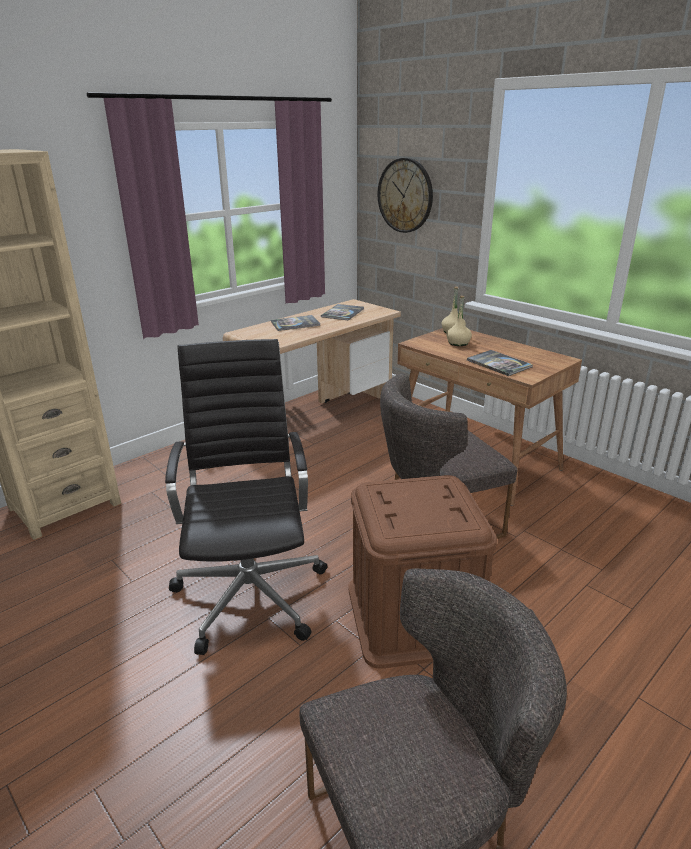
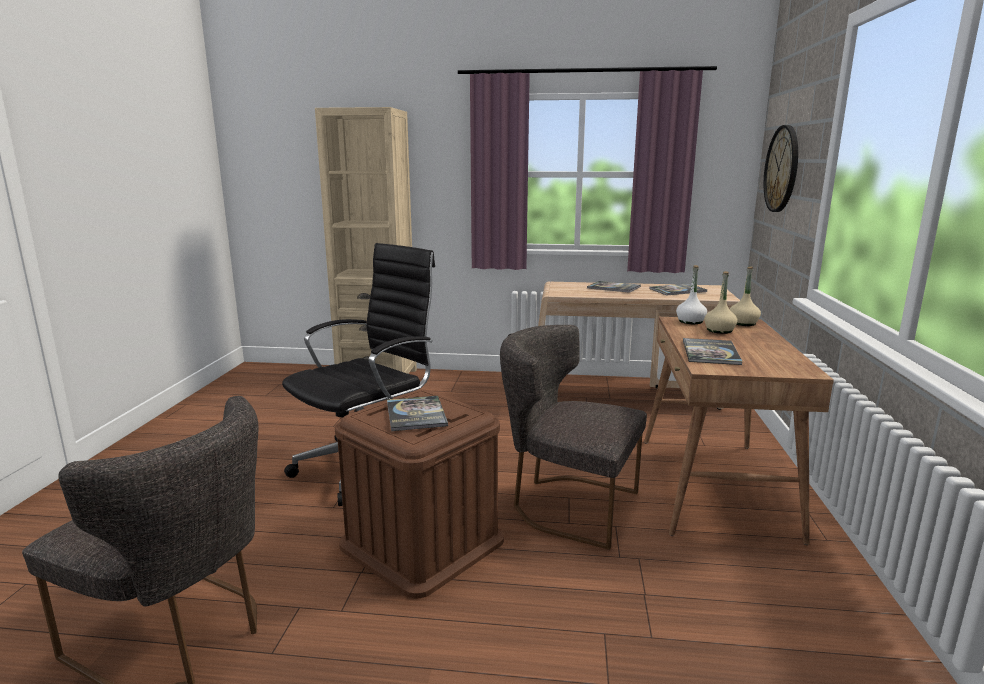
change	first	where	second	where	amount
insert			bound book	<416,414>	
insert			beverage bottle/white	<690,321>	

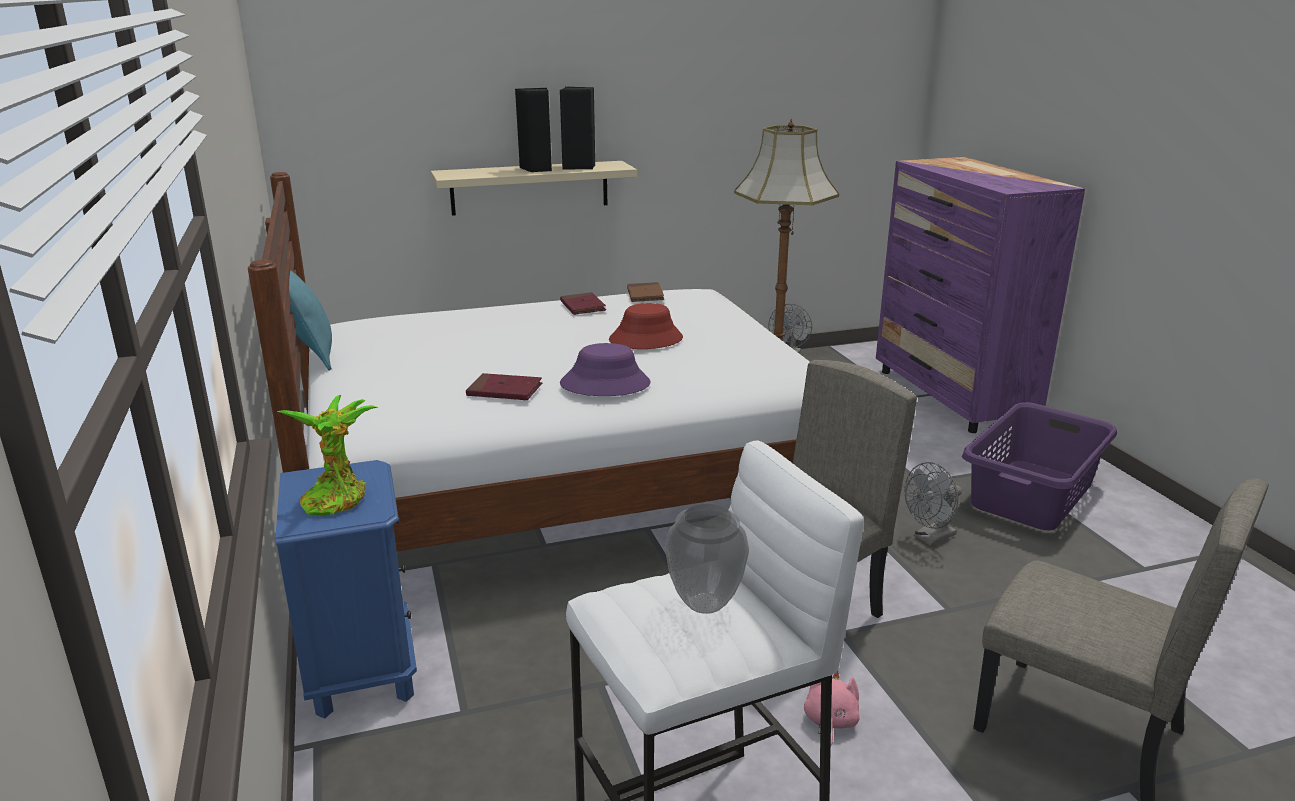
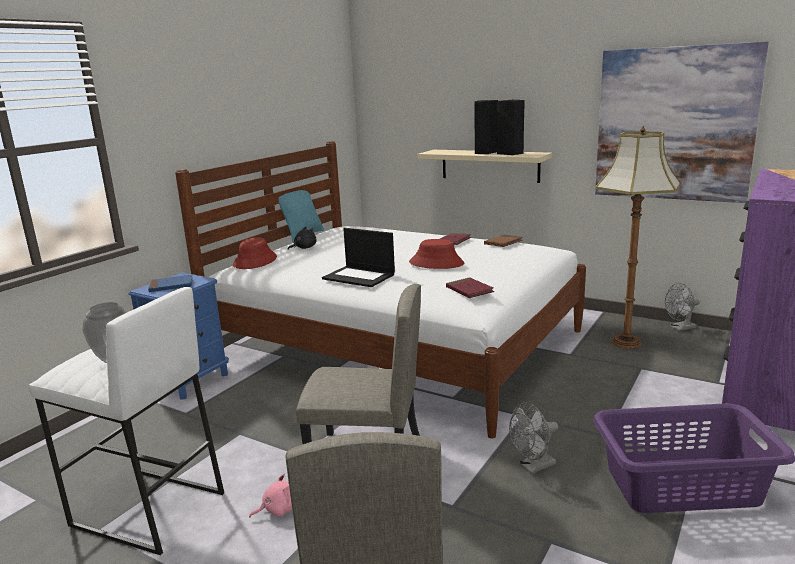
change	first	where	second	where	amount
insert			wearable hat/red	<255,261>	
insert			cuddly toy/black-coloured	<304,248>	
insert			wall picture	<674,124>	
move	bound book/red	<504,391>		<469,290>	
replace	houseplant	<336,498>	bound book/bluish	<171,286>	
replace	wearable hat/purplish	<605,384>	laptop	<360,276>	
rotate	electric fan/grey	<930,538>		<533,467>	45 degrees counterclockwise

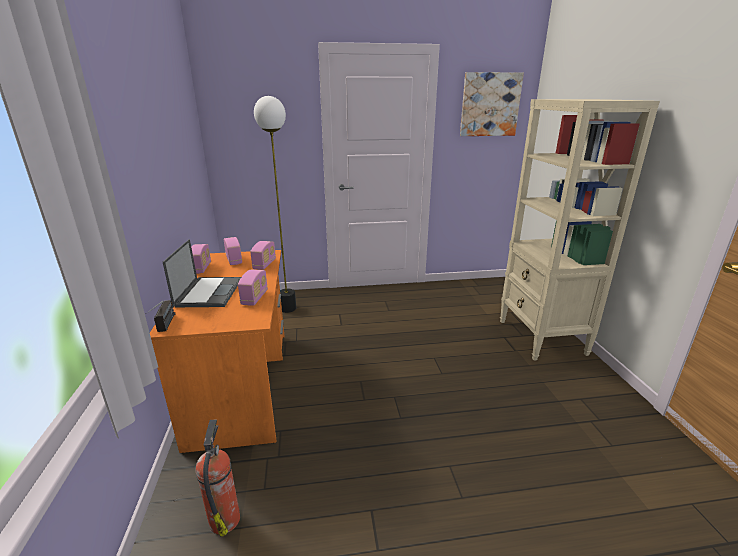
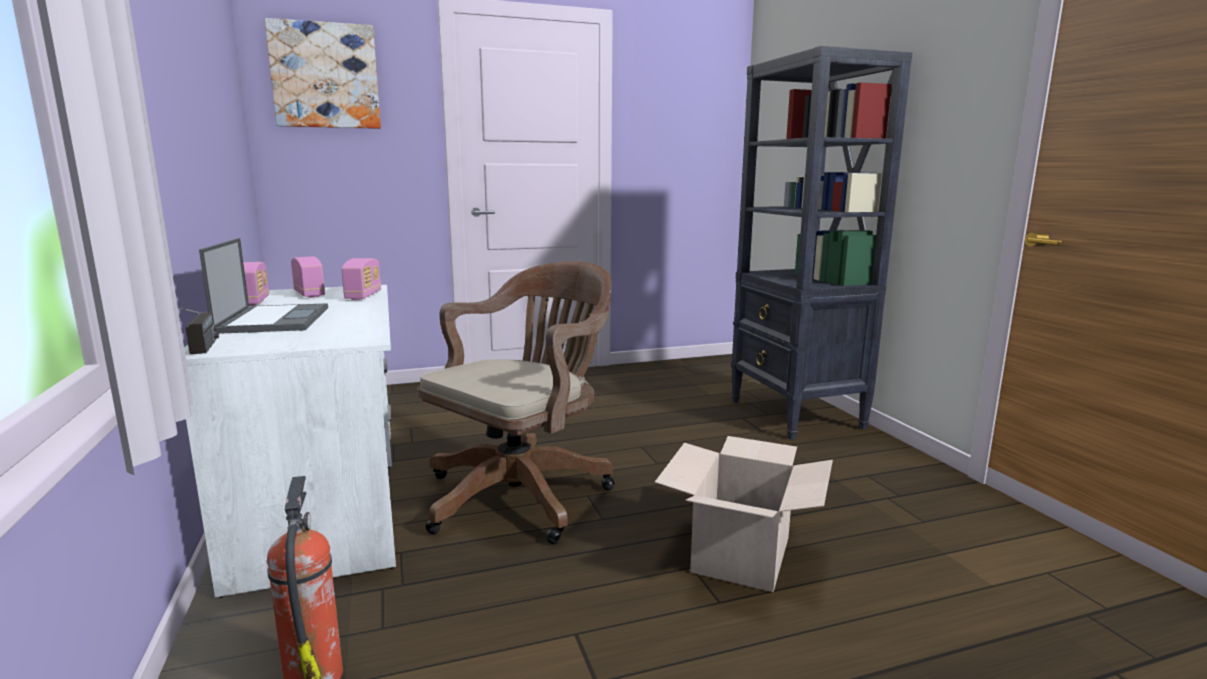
change	first	where	second	where	amount
delete	radio receiver	<255,298>			
delete	standing lamp	<288,308>			
insert			office chair/brownish	<524,493>	
insert			cardboard box	<742,555>	
move	wall picture	<490,105>		<325,76>	
recolor	desk unit/orange	<242,383>	desk unit/white	<324,500>	
recolor	bookshelf/beige	<541,337>	bookshelf/black-coloured	<796,415>	

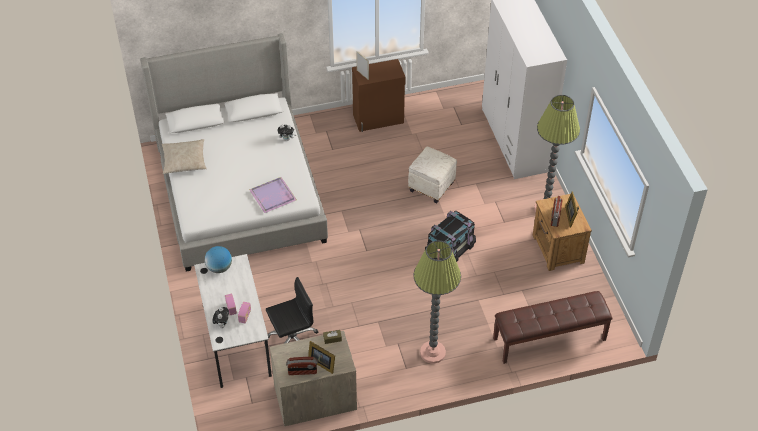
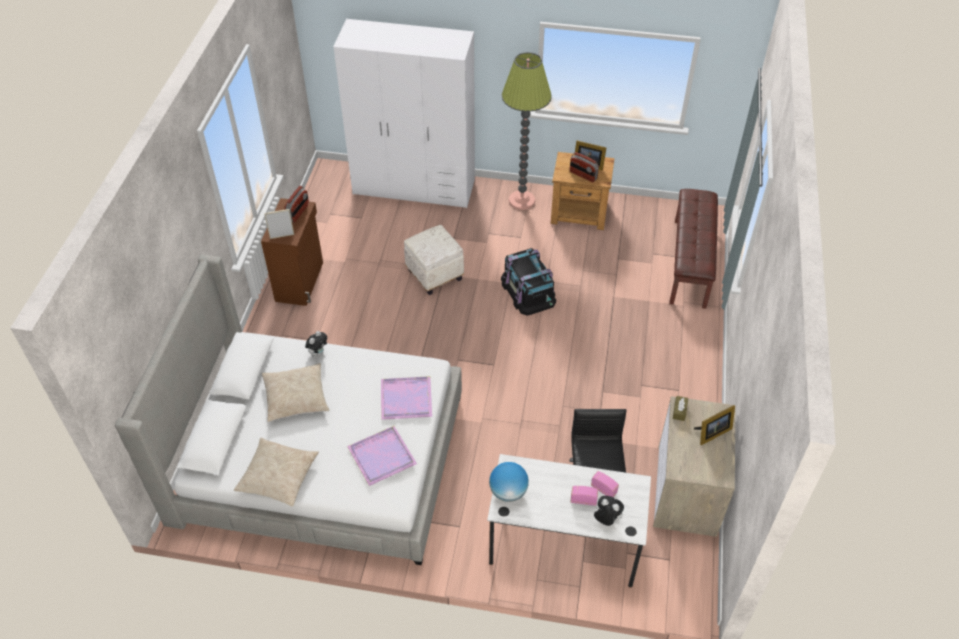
change	first	where	second	where	amount
delete	standing lamp	<432,352>			
insert			pillow/beige	<296,397>	
insert			serving tray/purplish	<382,455>	
move	radio receiver	<302,371>		<298,212>	

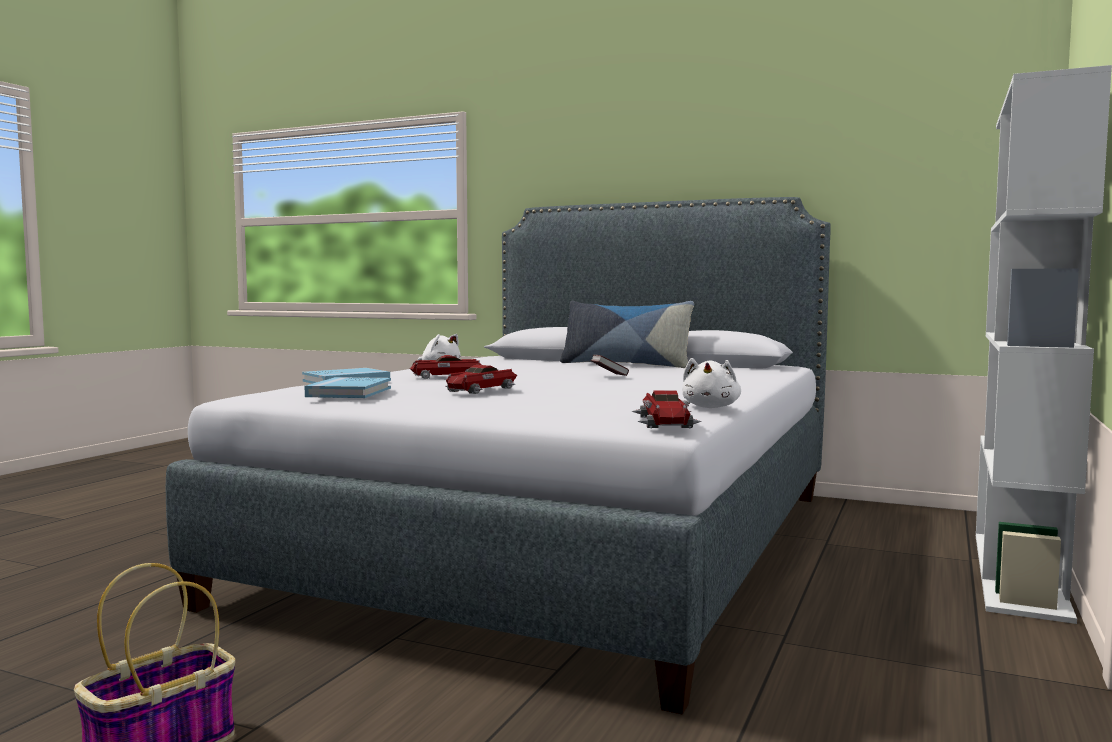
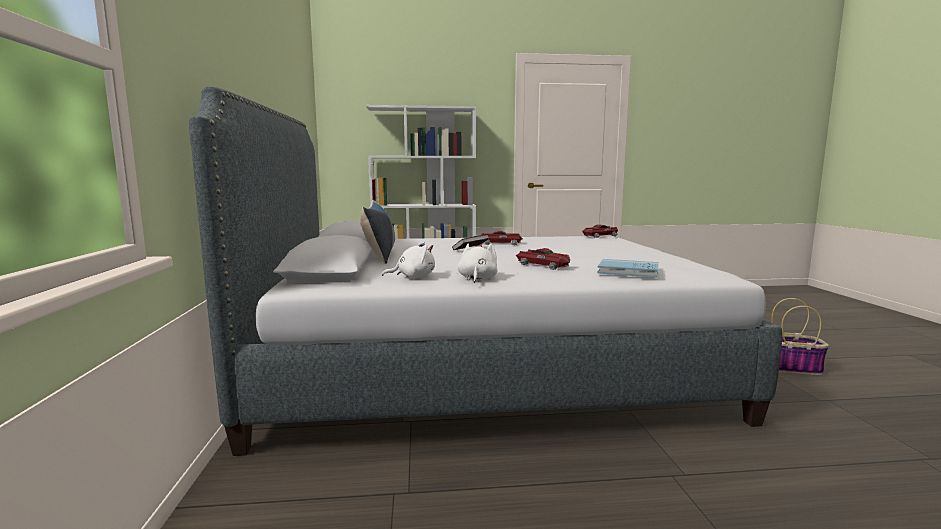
change	first	where	second	where	amount
delete	bound book/bluish	<349,392>			
move	model car	<481,390>		<500,243>	
move	cuddly toy/white	<711,407>		<413,277>	

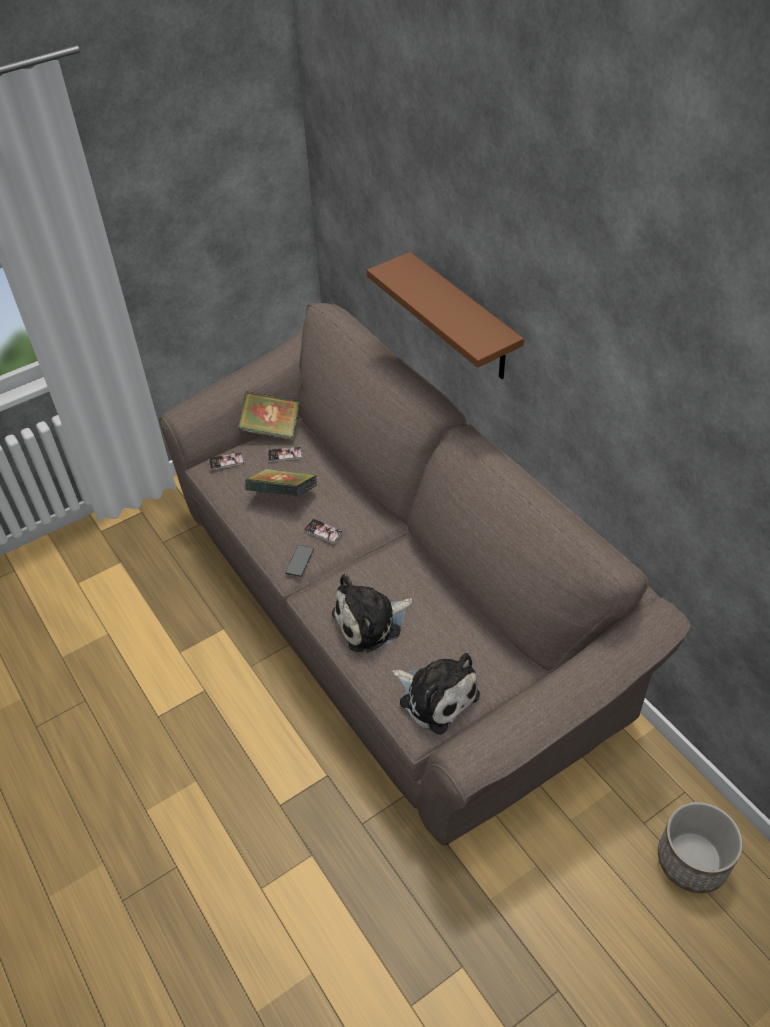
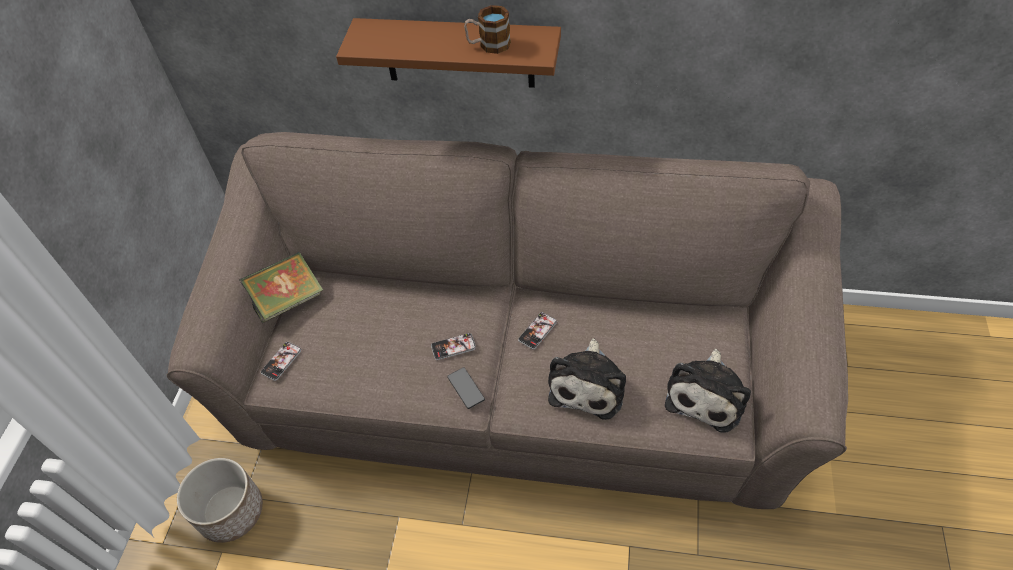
change	first	where	second	where	amount
delete	bound book	<283,496>			
insert			coffee mug	<488,45>	
move	handset	<285,455>		<537,331>	
move	flower pot	<691,861>		<231,512>	
rotate	cuddly toy	<436,696>		<707,394>	120 degrees clockwise

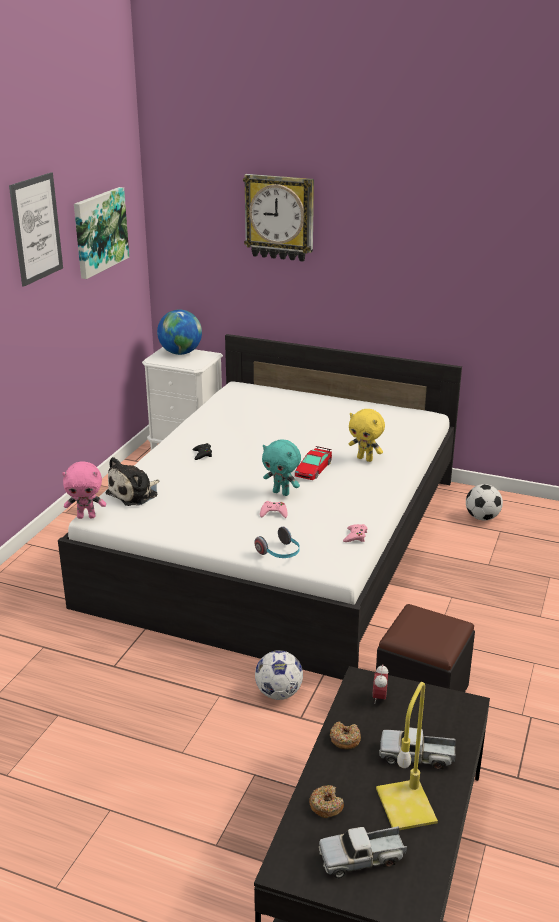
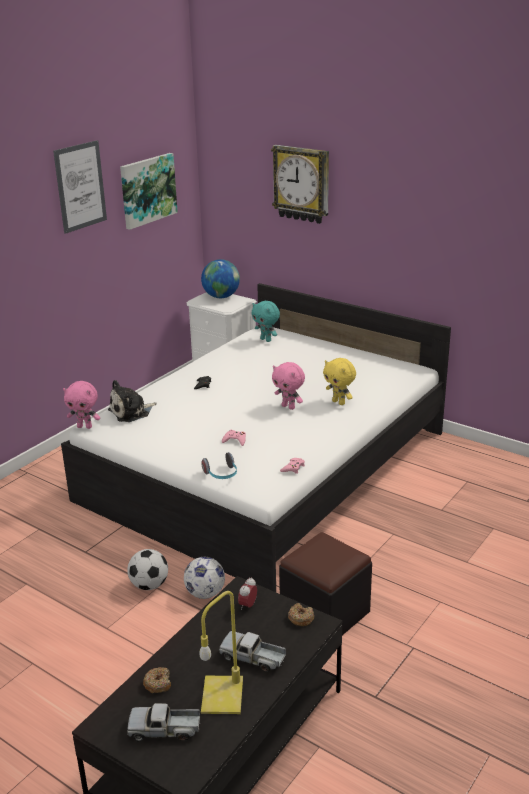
change	first	where	second	where	amount
move	cuddly toy/turquoise	<281,493>		<266,340>	
move	donut	<344,739>		<301,618>	
move	football	<482,517>		<149,585>	
replace	model car	<313,469>	cuddly toy/pink-coloured	<289,407>	

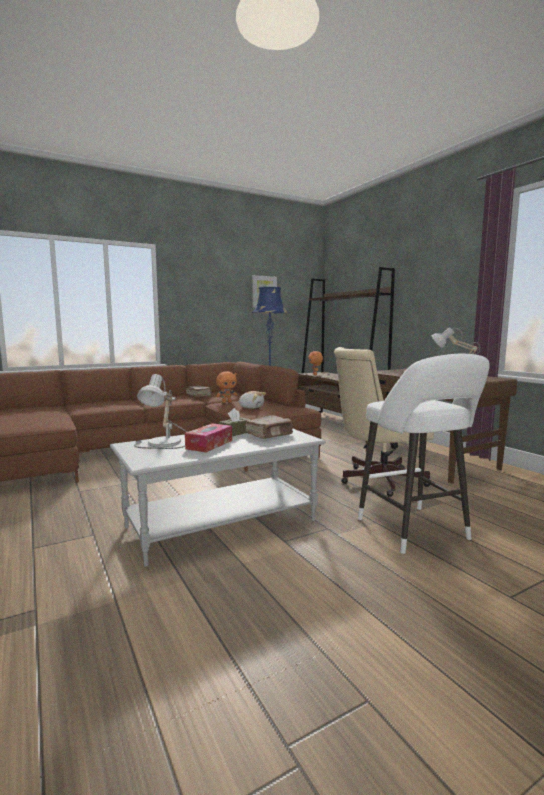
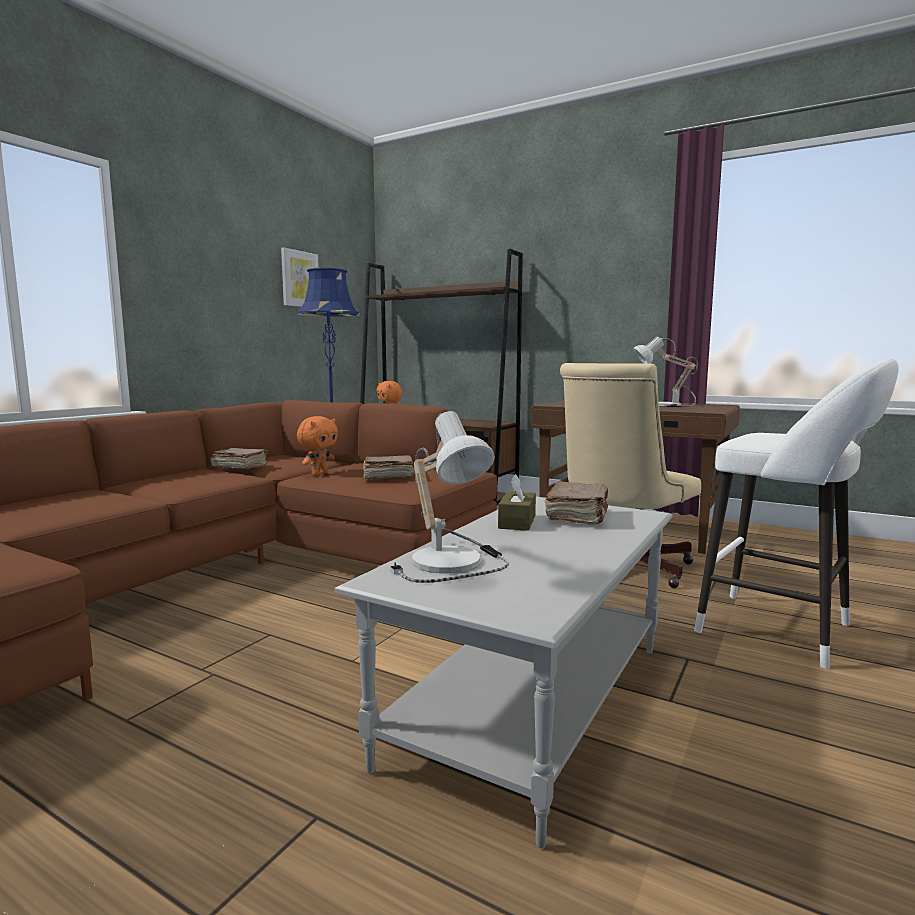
change	first	where	second	where	amount
delete	tissue holder	<209,444>			
replace	cuddly toy	<251,407>	bound book/brownish	<387,477>	

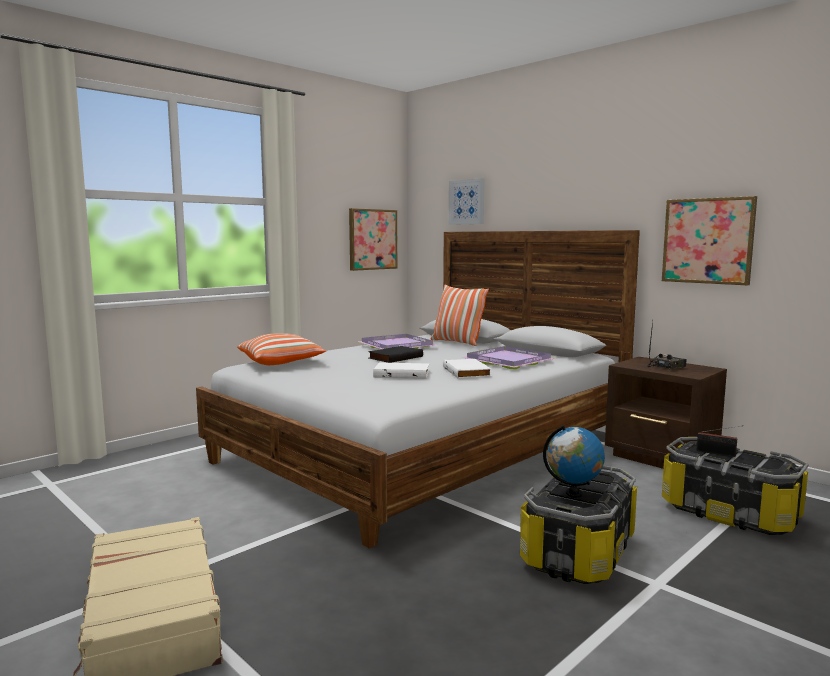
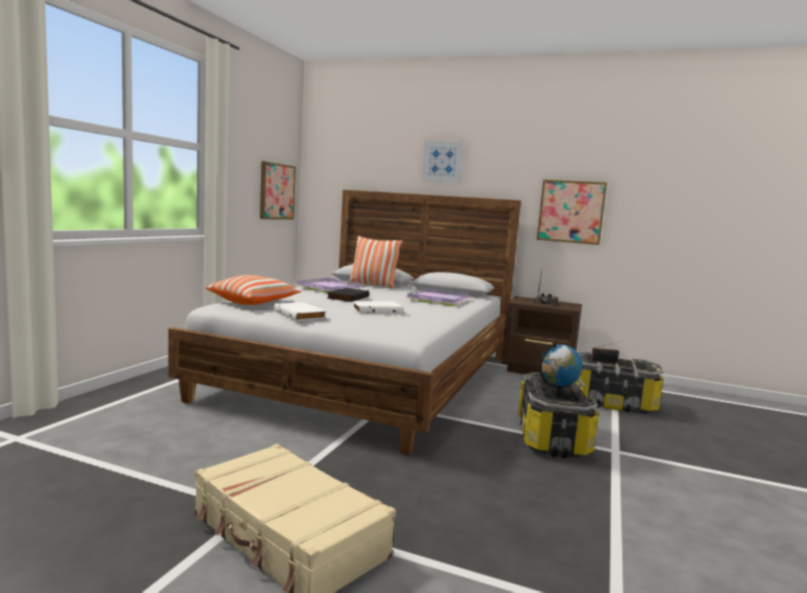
change	first	where	second	where	amount
move	bound book/white	<467,372>		<301,314>	
move	wall picture	<467,202>		<443,161>	

